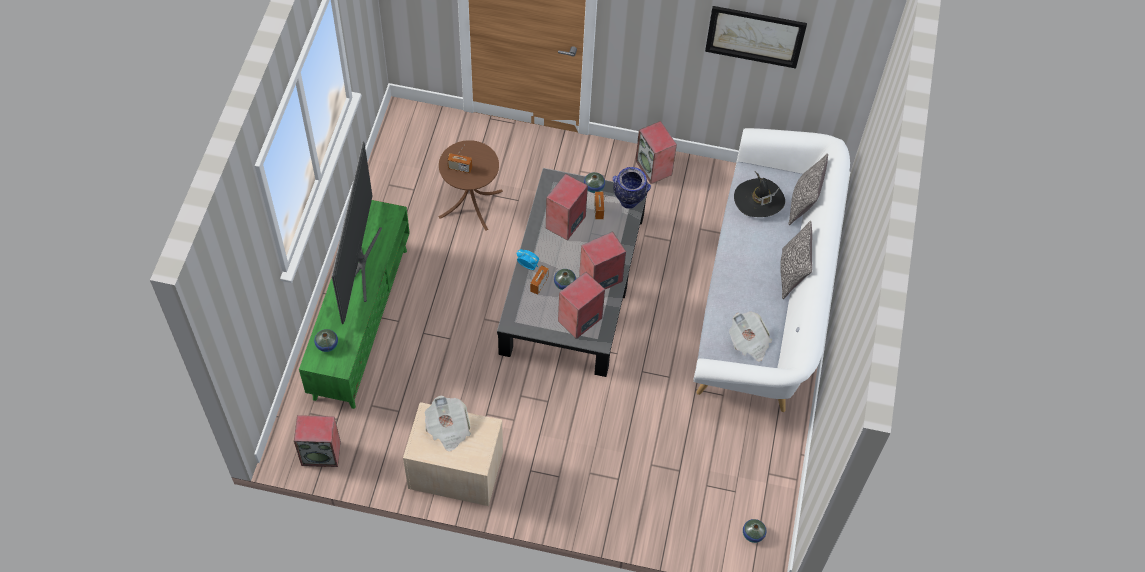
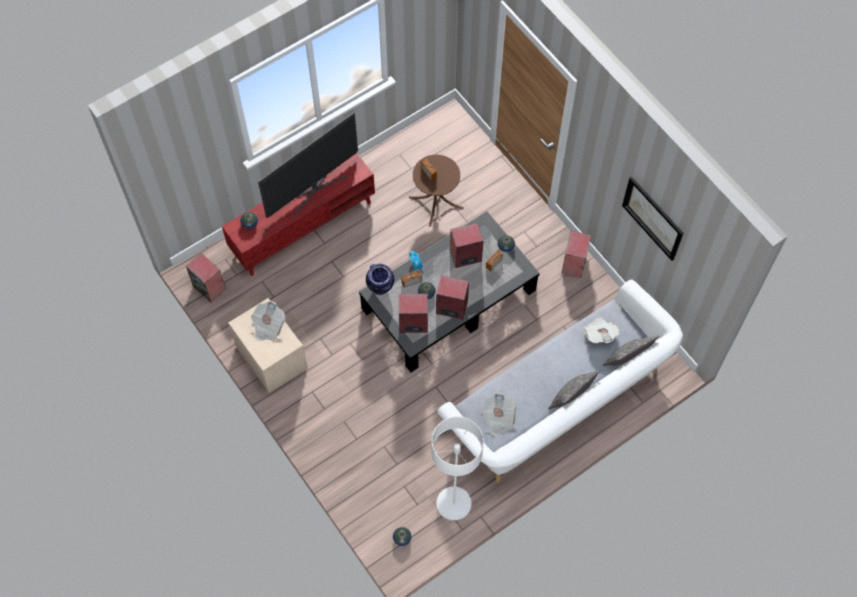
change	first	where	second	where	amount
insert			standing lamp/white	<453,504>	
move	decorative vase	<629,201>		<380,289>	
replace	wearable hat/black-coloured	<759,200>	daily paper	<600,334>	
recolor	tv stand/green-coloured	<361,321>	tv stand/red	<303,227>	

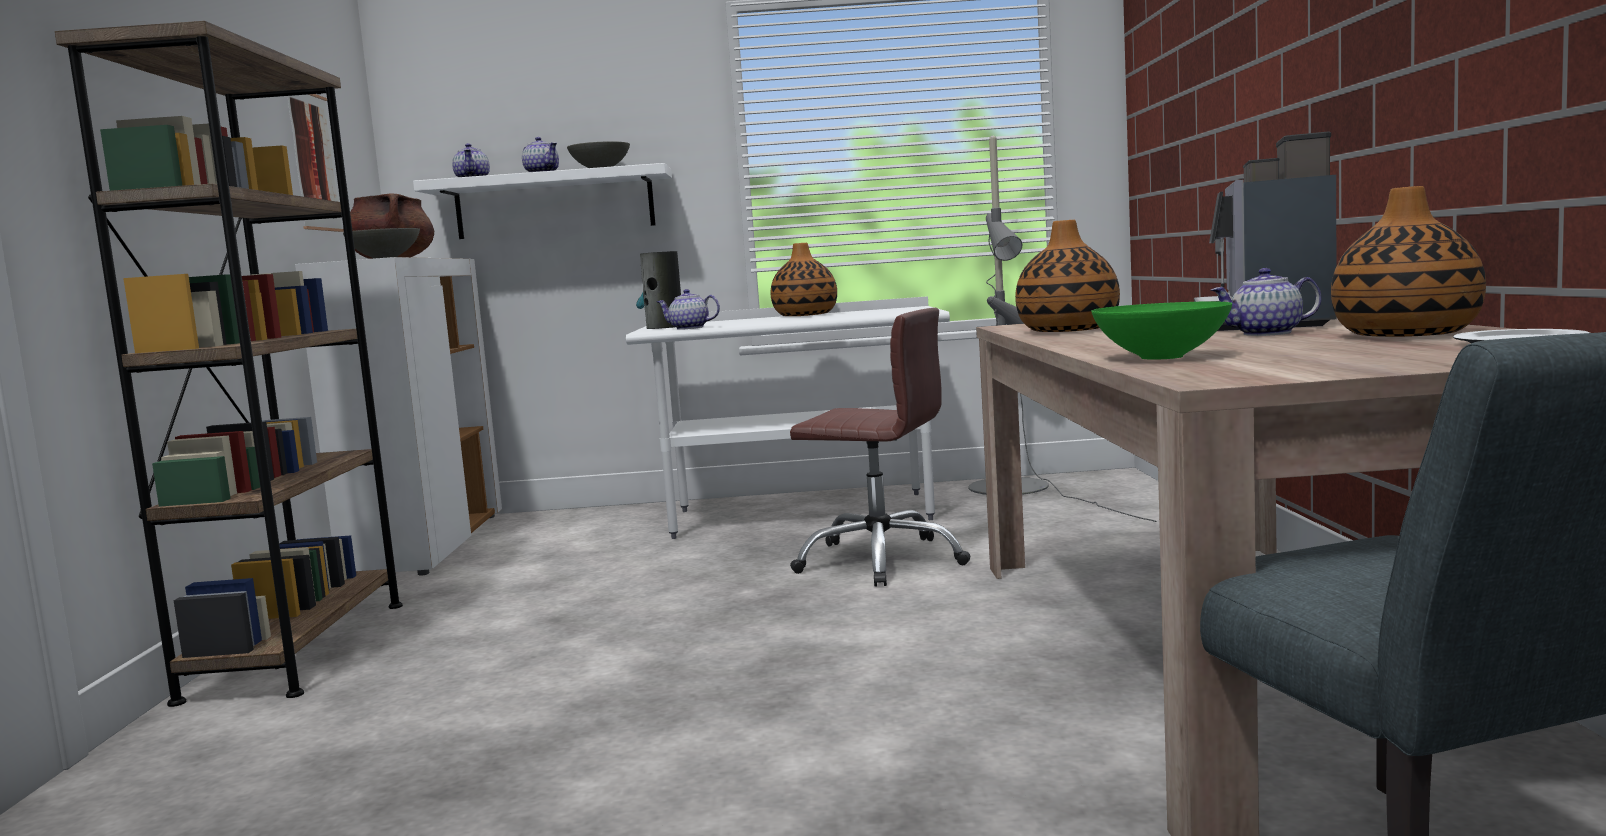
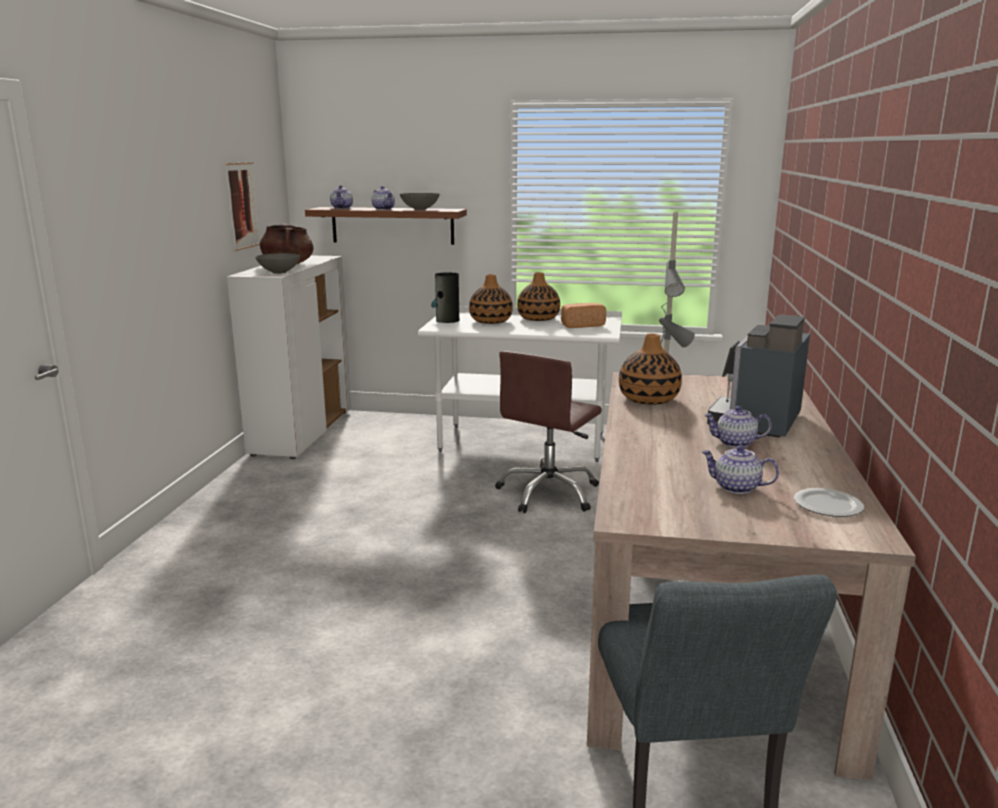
change	first	where	second	where	amount
delete	bookshelf/brownish	<298,649>			
delete	deep dish/green-coloured	<1159,357>			
insert			bread	<581,325>	
move	pot for tea	<689,328>		<736,487>	
move	decorative vase	<1405,335>		<490,321>	
recolor	shelf/white	<554,204>	shelf/brownish	<392,225>	
rotate	office chair/brownish	<881,560>		<549,493>	90 degrees clockwise

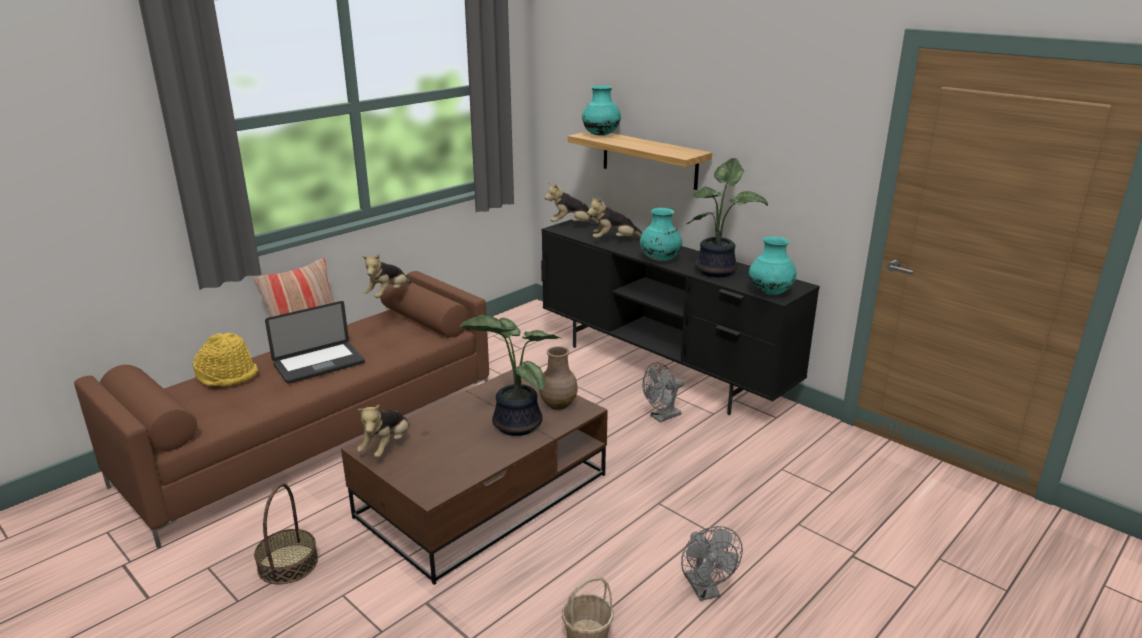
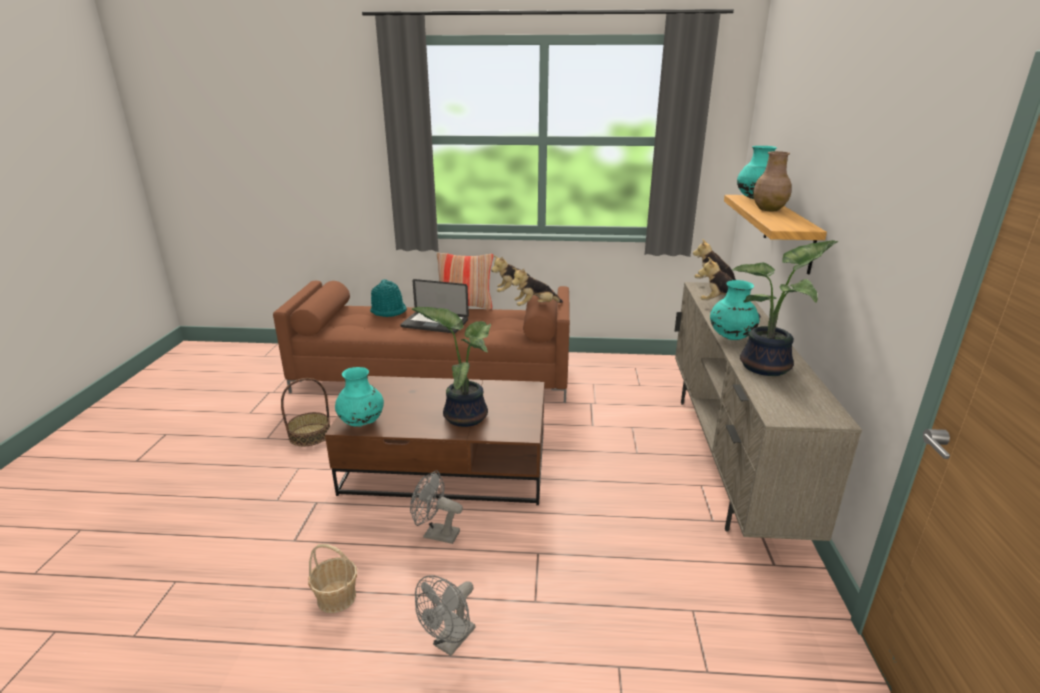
change	first	where	second	where	amount
move	cuddly toy	<387,447>		<535,306>	
move	decorative vase/brownish	<558,405>		<768,209>	
move	electric fan/grey	<662,417>		<436,534>	
move	decorative vase/turquoise	<770,293>		<362,423>	
recolor	wearable hat/yellow-coloured	<228,375>	wearable hat/turquoise	<388,311>	
recolor	tv stand/black-coloured	<662,370>	tv stand/beige	<728,459>	

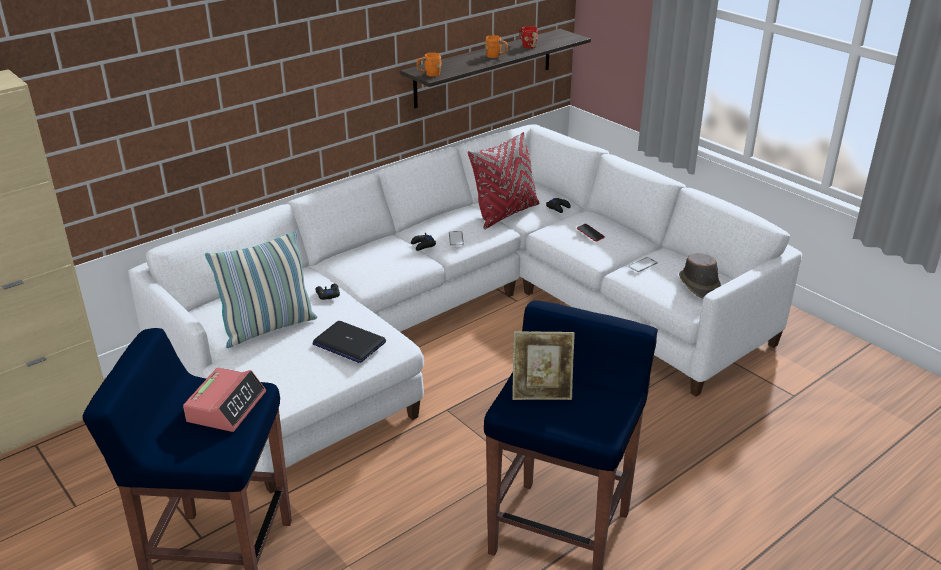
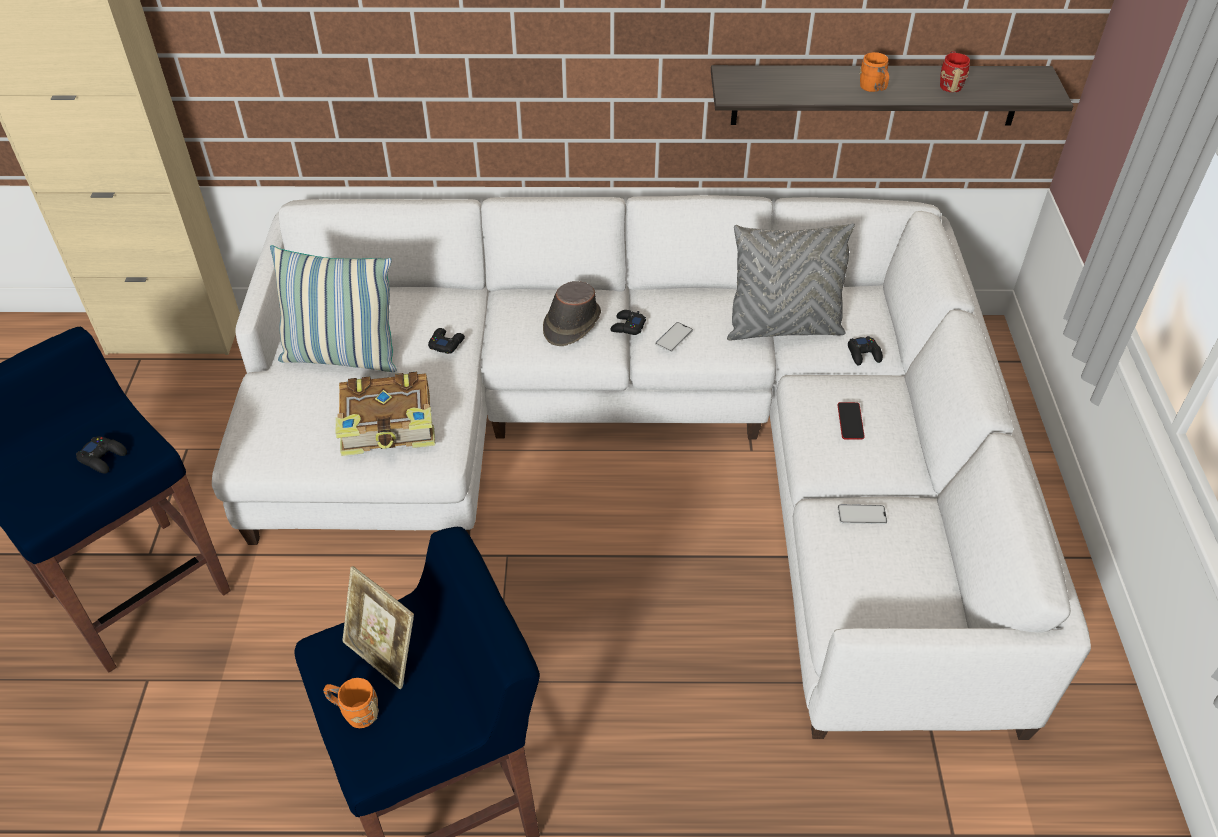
change	first	where	second	where	amount
move	coffee mug/orange	<429,75>		<355,712>	
move	wearable hat/brownish	<699,286>		<571,324>	
replace	table clock	<226,407>	gamepad/black-coloured	<103,458>	
replace	laptop	<349,343>	bound book	<389,426>	
recolor	pillow/red	<505,213>	pillow/grey	<783,328>	

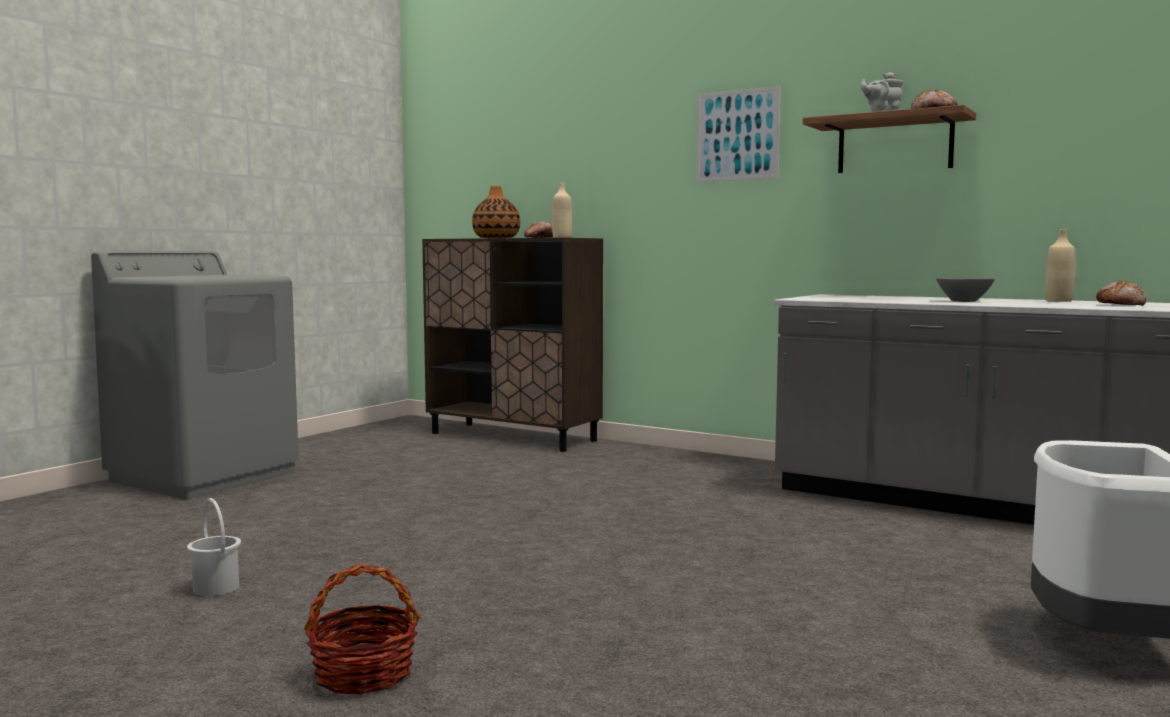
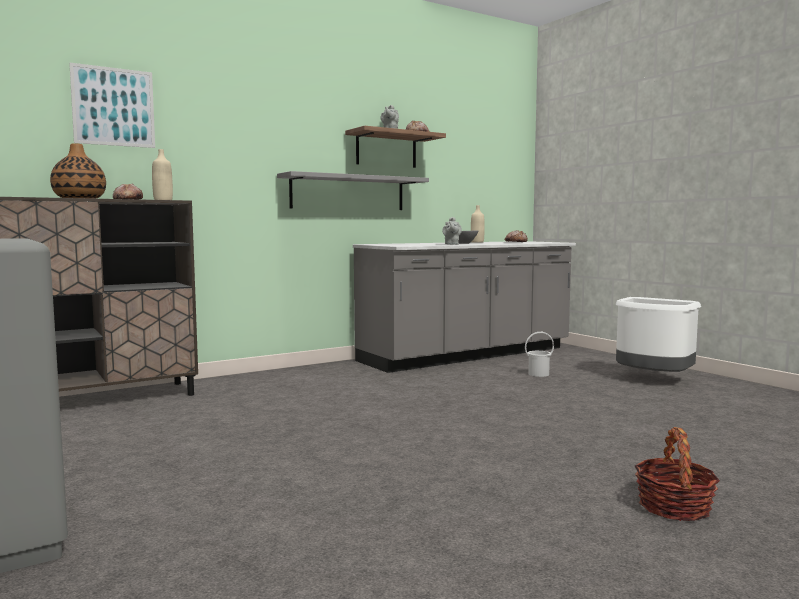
change	first	where	second	where	amount
insert			shelf/grey	<348,193>	
insert			pot for tea/grey	<451,244>	
move	bucket/white	<215,588>		<539,374>	
move	wall picture	<737,135>		<113,107>	

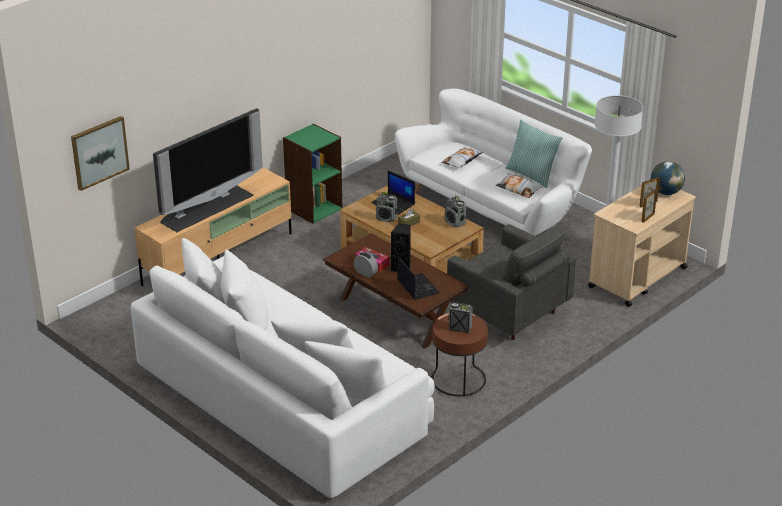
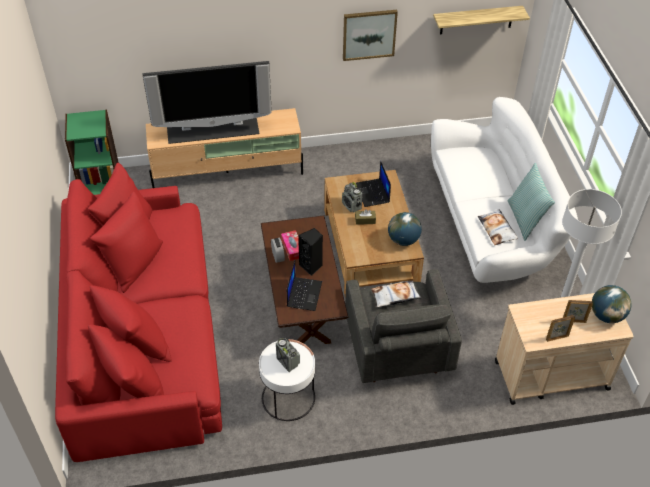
change	first	where	second	where	amount
insert			shelf	<476,20>	
move	wall picture	<99,152>		<369,34>	
move	bookshelf/green-coloured	<313,208>		<101,183>	
move	pillow	<462,161>		<395,296>	
replace	radio receiver	<455,223>	desk globe	<403,240>	
recolor	settee/white	<284,398>	settee/red	<143,336>	
recolor	end table/brownish	<458,379>	end table/white	<288,398>	

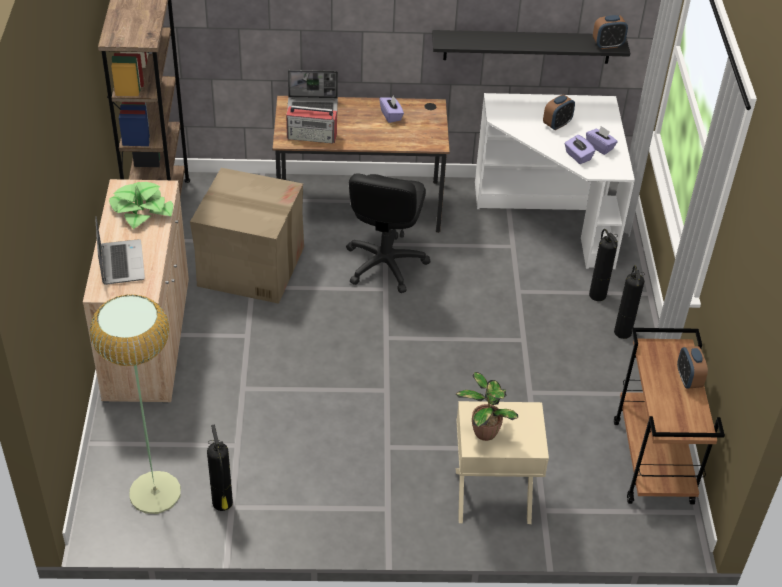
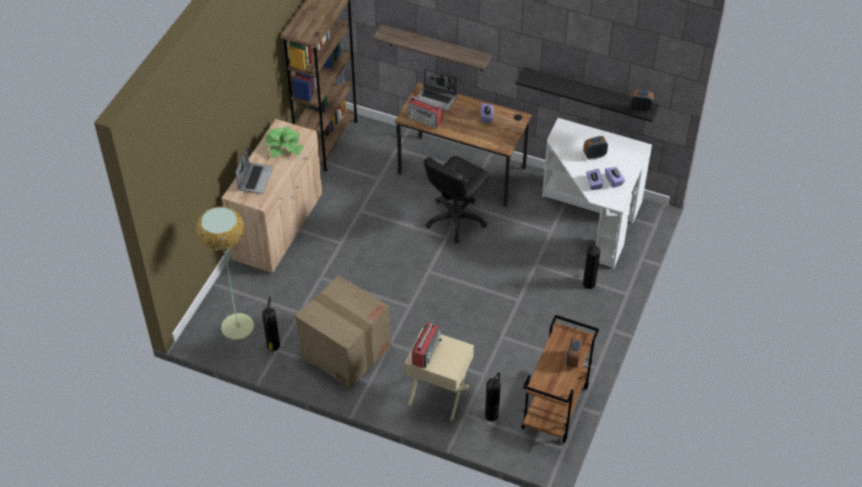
change	first	where	second	where	amount
insert			shelf	<436,48>	
move	cardboard box	<250,266>		<345,350>	
move	extinguisher	<622,331>		<492,415>	
replace	houseplant	<484,431>	radio receiver	<426,351>	

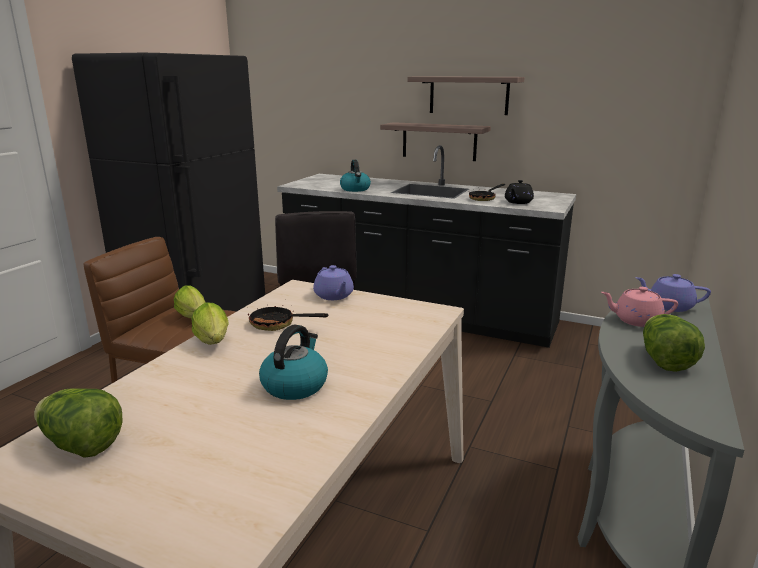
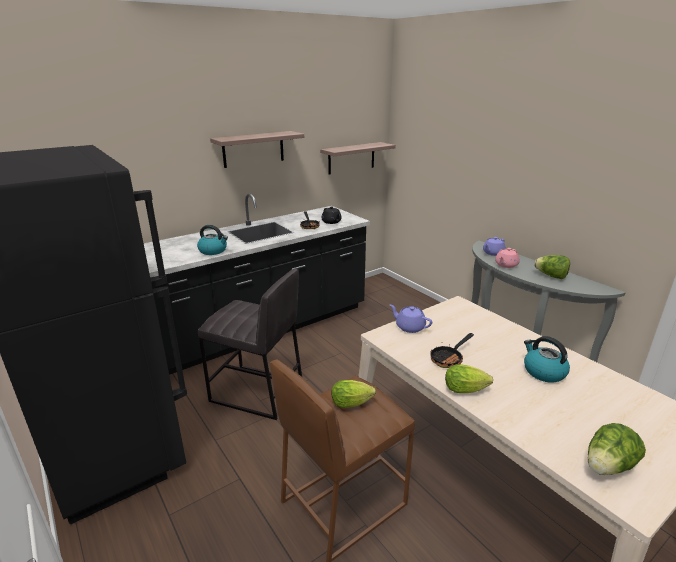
change	first	where	second	where	amount
move	shelf	<439,141>		<351,158>	
rotate	pot for tea/purplish	<334,296>		<409,327>	150 degrees counterclockwise

